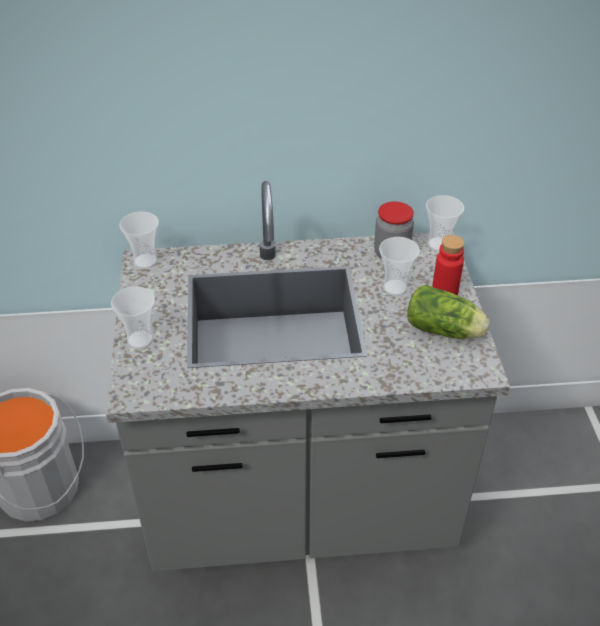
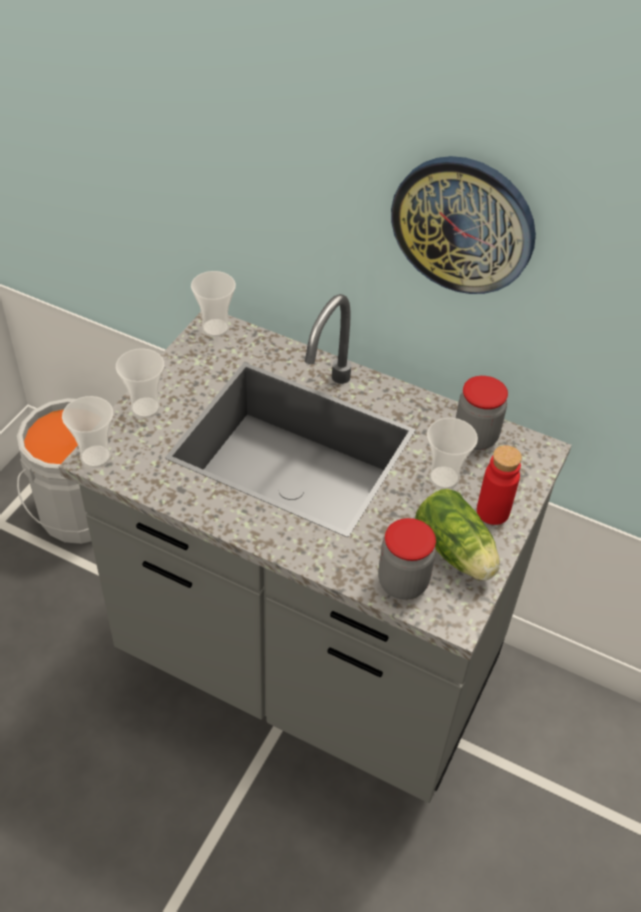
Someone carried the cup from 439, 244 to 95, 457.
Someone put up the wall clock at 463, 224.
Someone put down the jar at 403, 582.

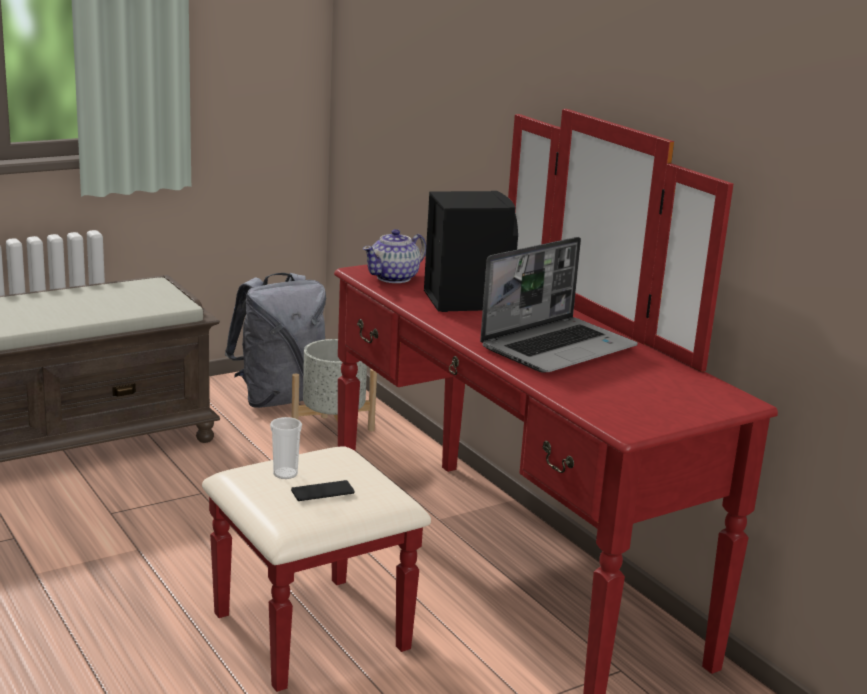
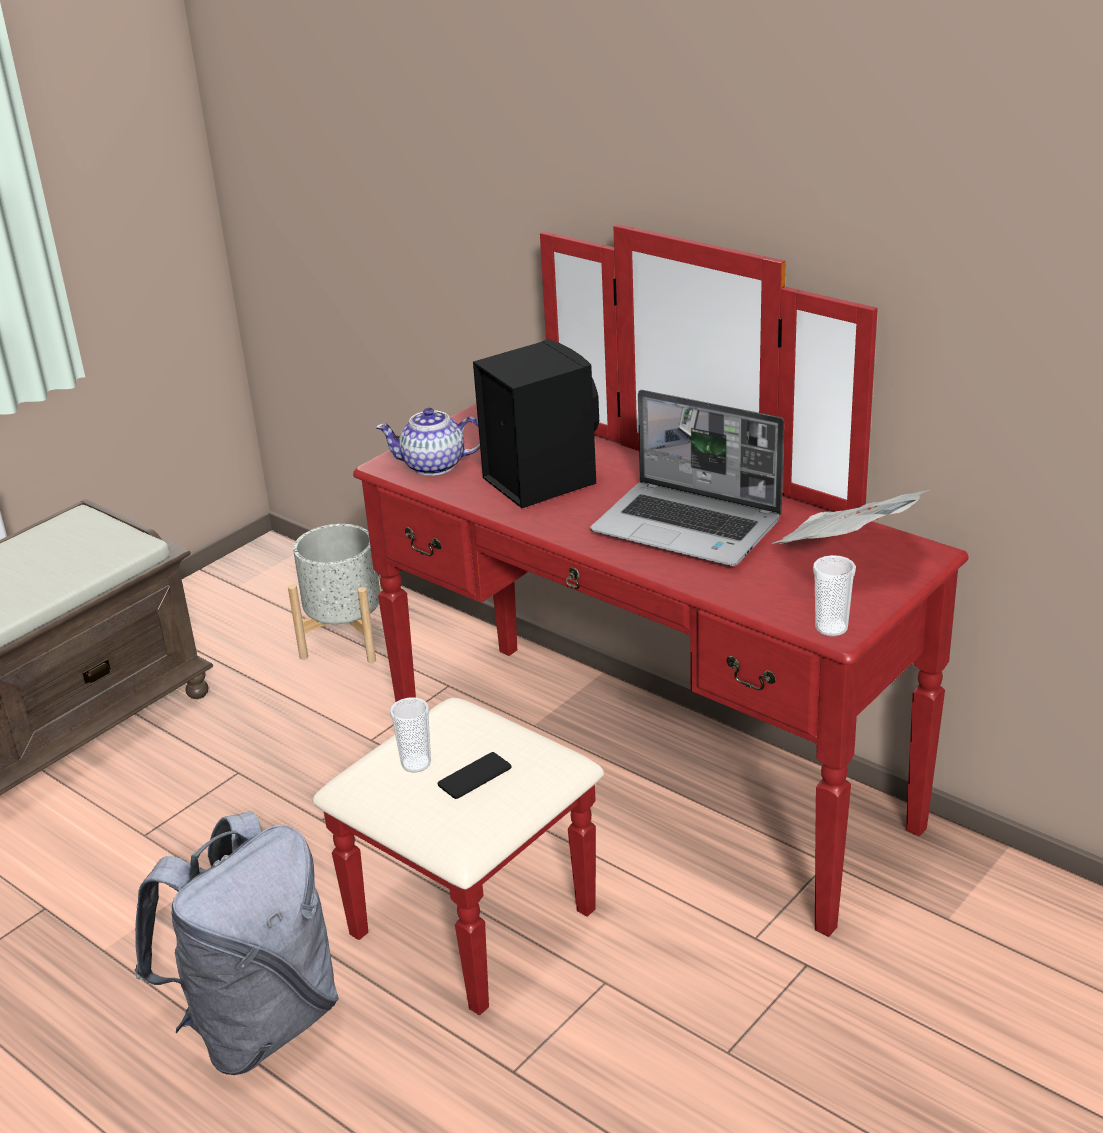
Someone rotated the teapot at 394, 278 by 60 degrees clockwise.
Someone rotated the laptop at 558, 347 by 90 degrees clockwise.
Someone carried the backpack (grey) from 279, 399 to 258, 1023.
Someone put down the newspaper at 846, 552.
Someone put down the cup at 831, 628.

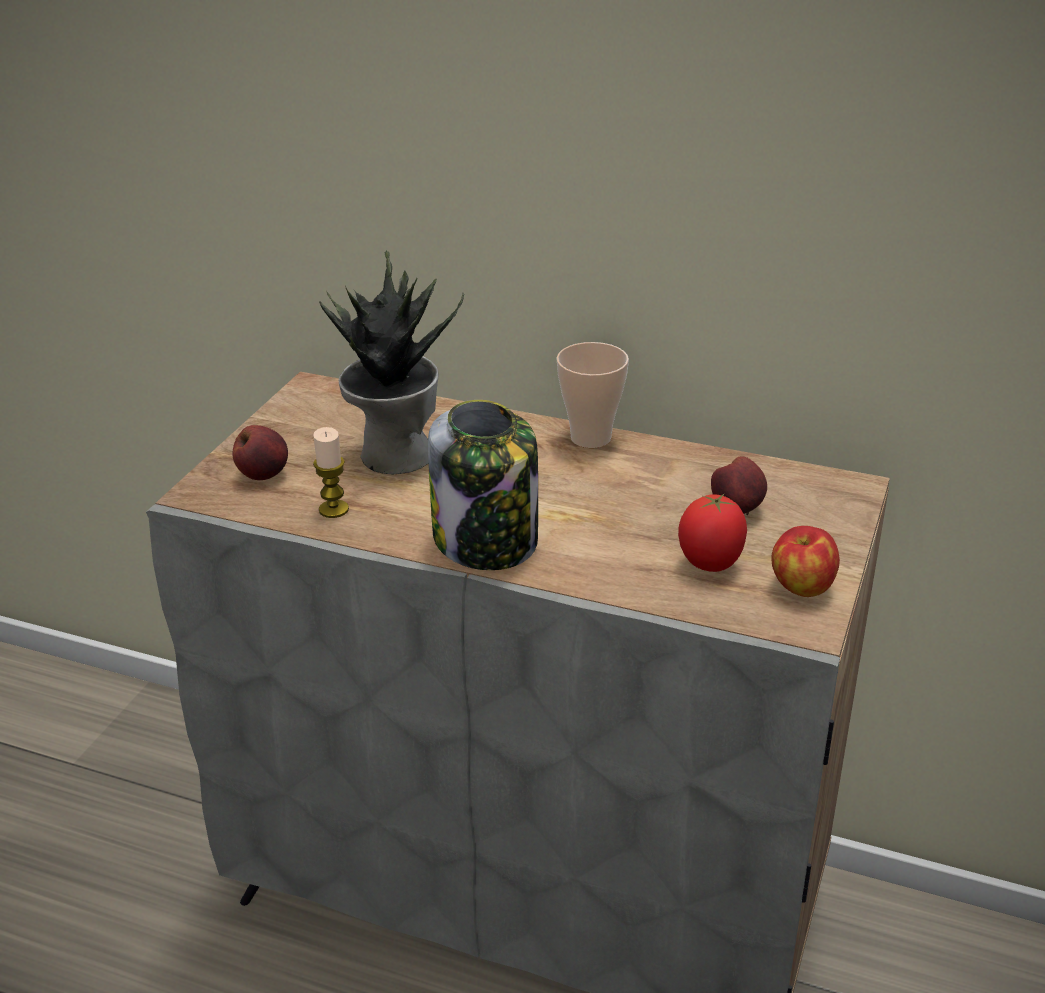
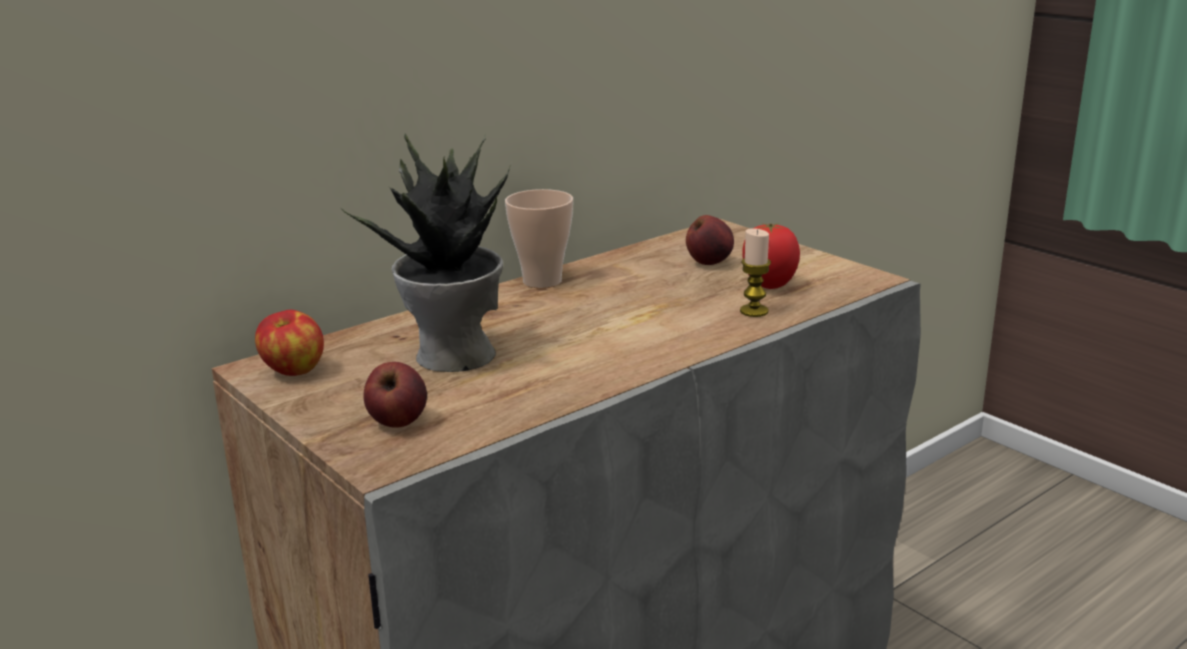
Someone took away the jar at 487, 541.
Someone carried the candle from 333, 509 to 754, 311.
Someone carried the apple from 801, 587 to 293, 371.

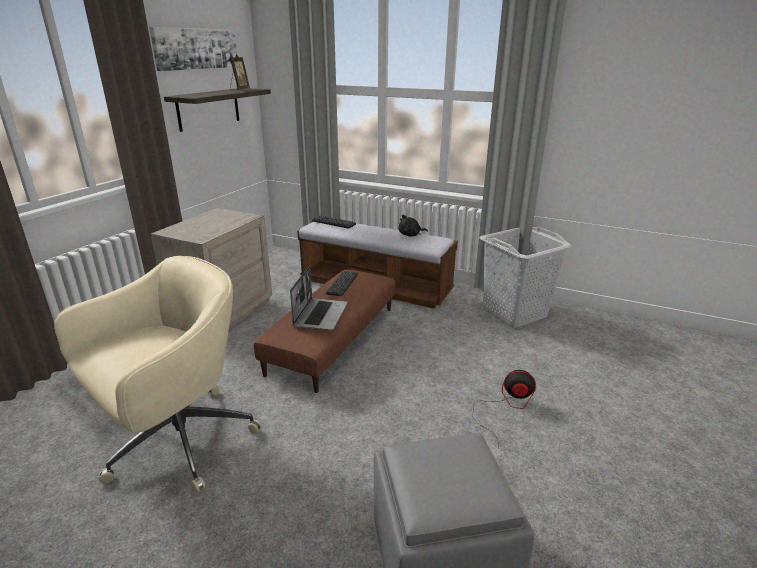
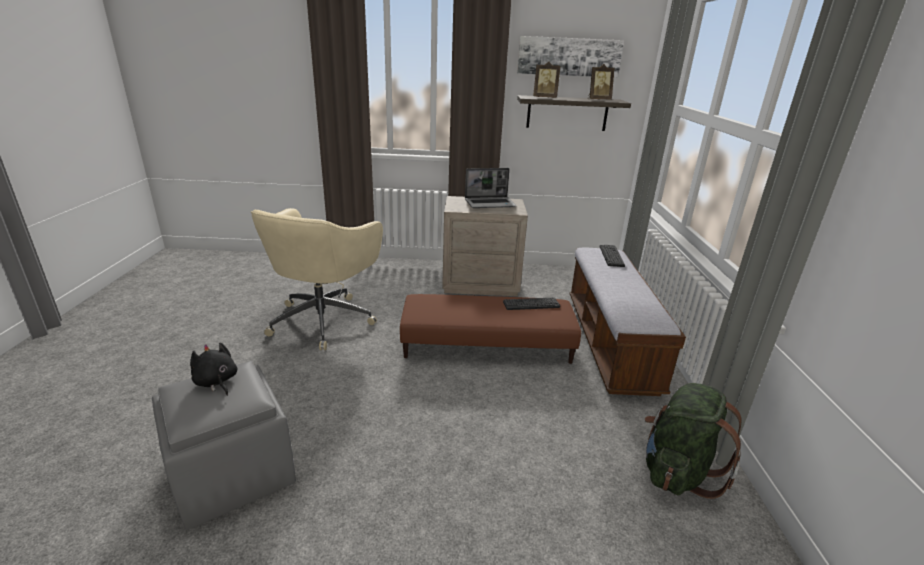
Someone carried the plush toy (black) from 410, 235 to 216, 382.
Someone swapped the laundry basket (grey) at 515, 313 for the backpack (green) at 677, 471.
Someone rotated the office chair (beige) at 177, 441 by 90 degrees clockwise.
Someone carried the laptop from 320, 315 to 490, 203.
Someone took away the fan at 505, 407.
Someone put down the picture frame at 545, 97.

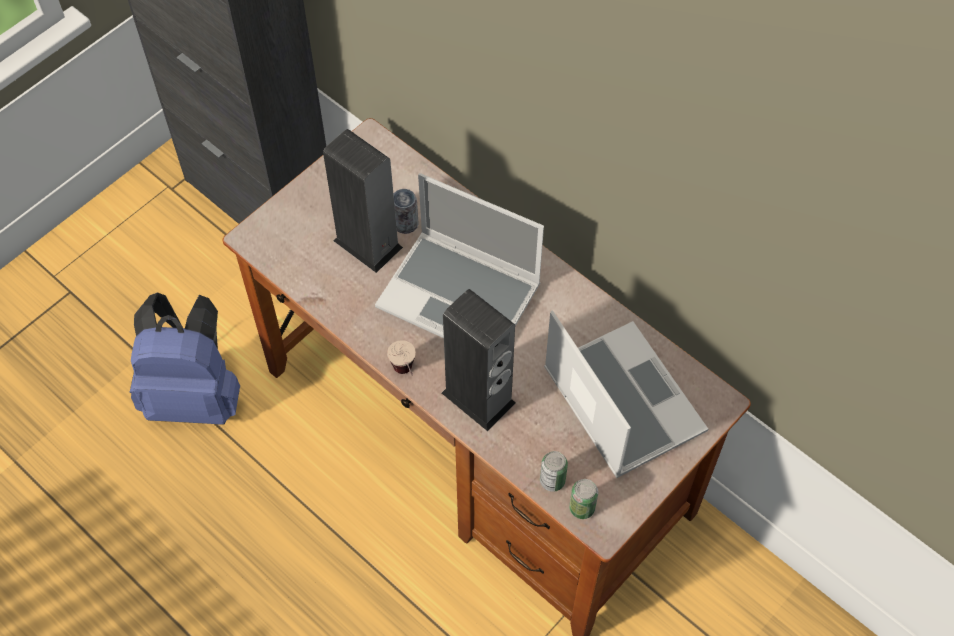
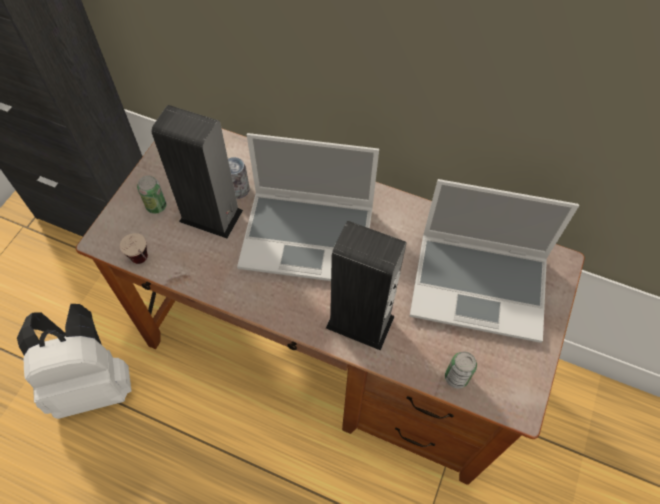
Someone repainted the backpack (blue) at 195, 395, which became the backpack (white) at 93, 384.
Someone rotated the laptop at 620, 400 by 150 degrees clockwise.
Someone carried the cup from 406, 375 to 144, 264.
Someone carried the can from 582, 508 to 156, 206.

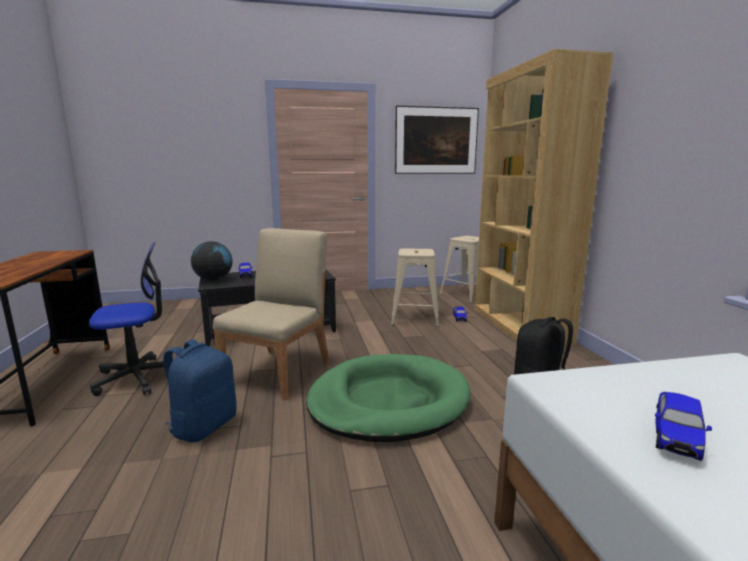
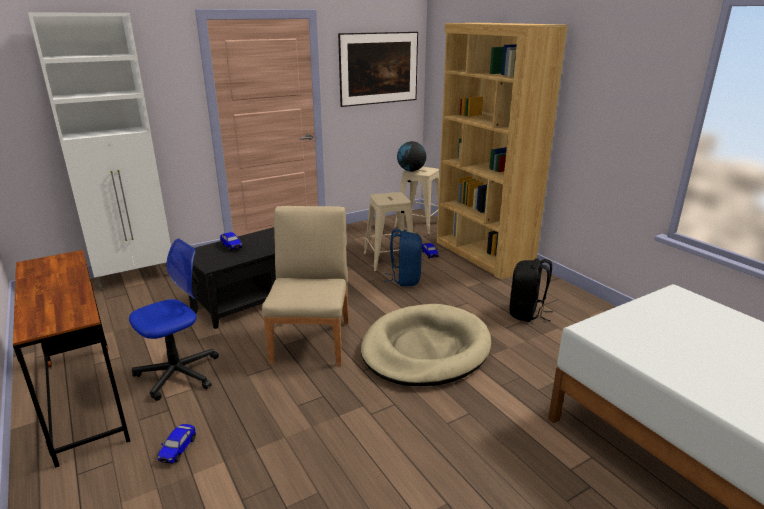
Someone carried the globe from 213, 280 to 411, 170.
Someone carried the backpack (blue) from 204, 426 to 405, 279.
Someone repainted the dog bed (green) at 388, 402, which became the dog bed (beige) at 425, 349.
Someone carried the toy car from 676, 438 to 178, 450.
Someone put down the cabinet (white) at 136, 277.

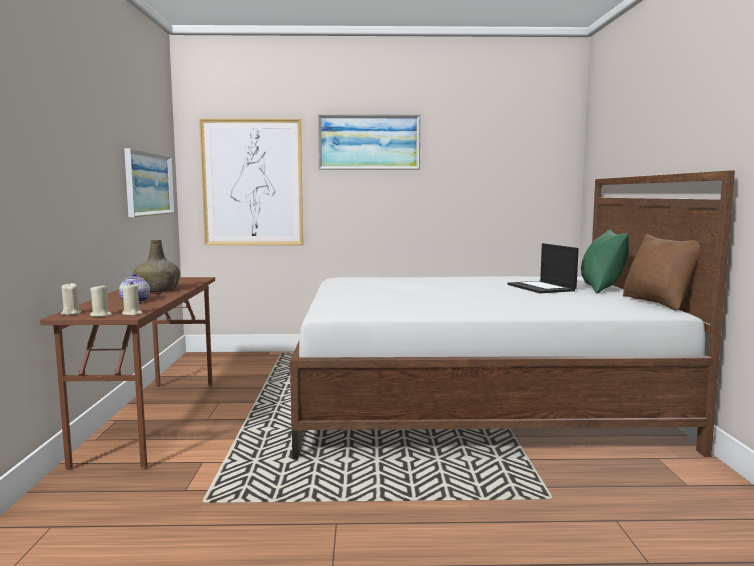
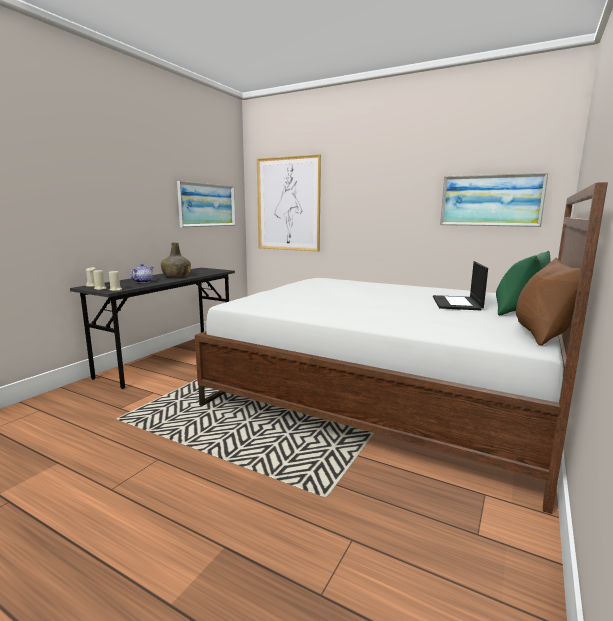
Someone carried the picture from 369, 142 to 490, 200.
Someone repainted the desk (brown) at 151, 420, which became the desk (grey) at 169, 359.

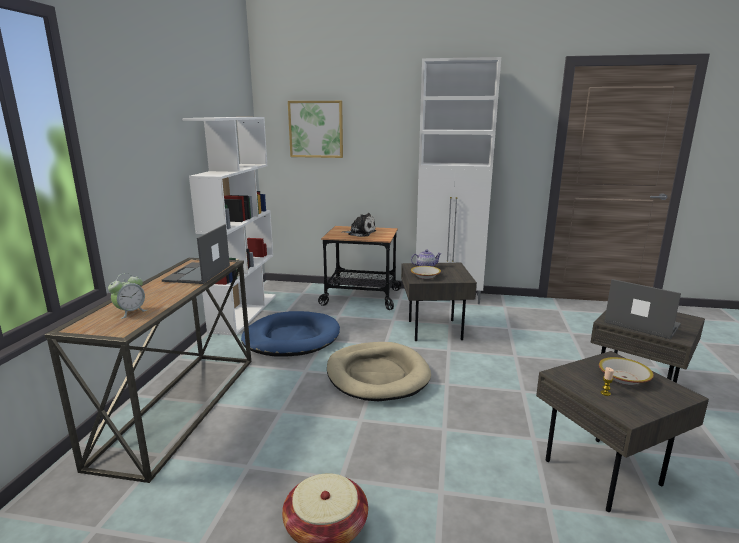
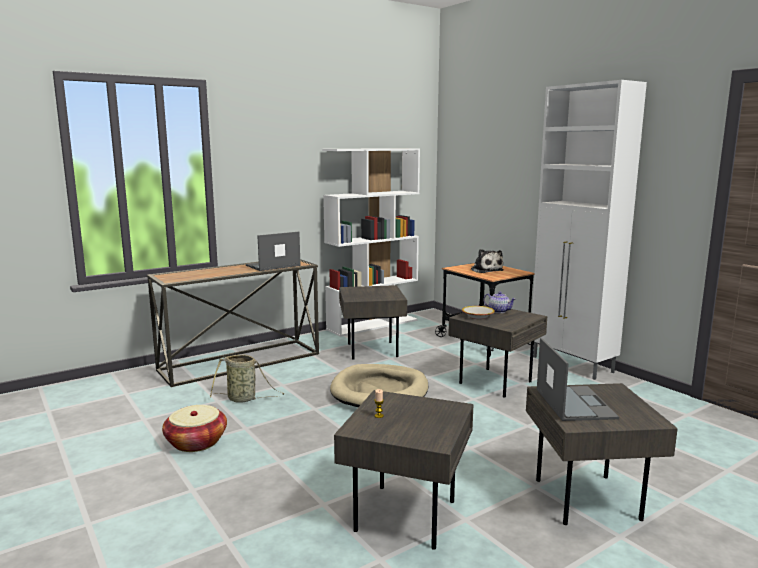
Someone took away the picture at 316, 129.
Someone took away the alarm clock at 130, 312.
Someone swapped the dog bed (blue) at 291, 338 for the side table (grey) at 370, 350.
Someone took away the bowl at 624, 378.
Someone put down the basket at 244, 399.

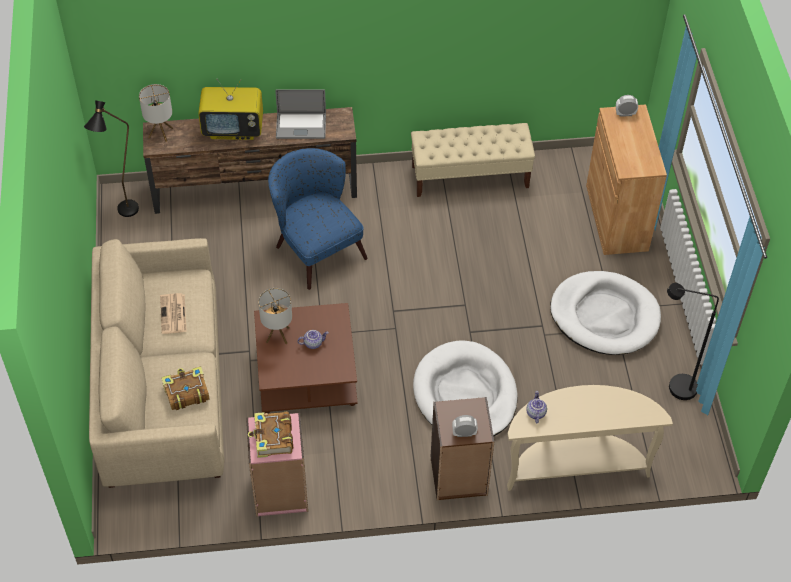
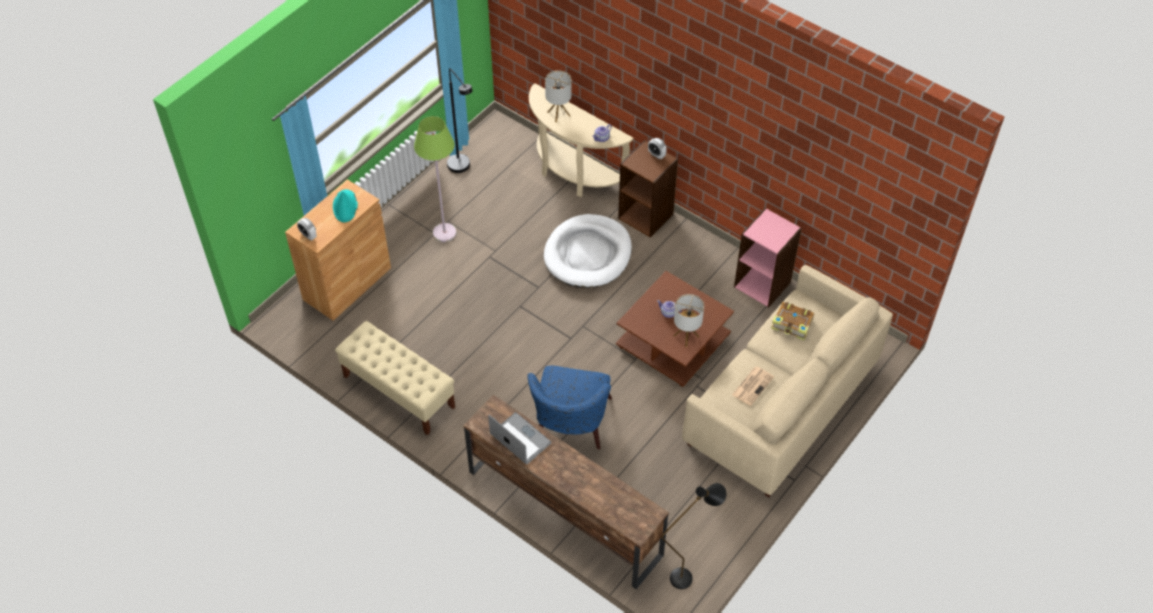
Someone took away the television at 234, 129.
Someone carried the table lamp from 160, 133 to 558, 114.
Someone swapped the dog bed (white) at 604, 316 for the floor lamp (green) at 444, 233.
Someone took away the book at 272, 438.
Someone put down the hat (turquoise) at 345, 206.

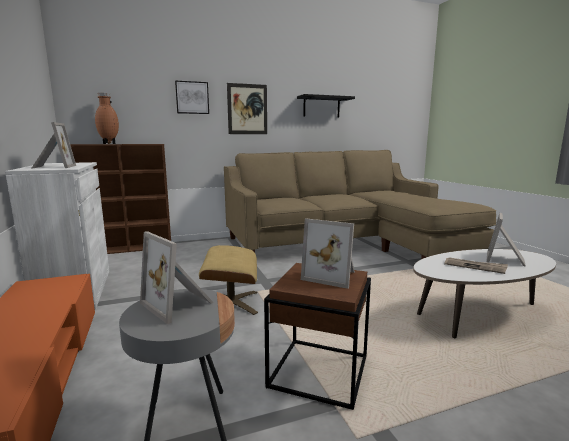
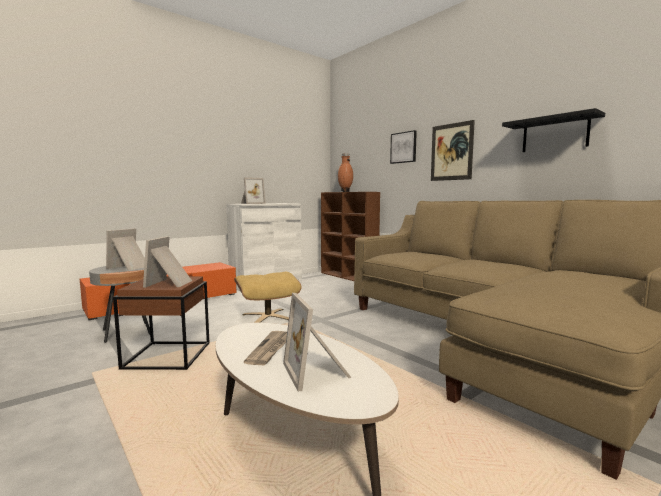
Someone rotated the picture frame at 506, 259 by 120 degrees counterclockwise.

